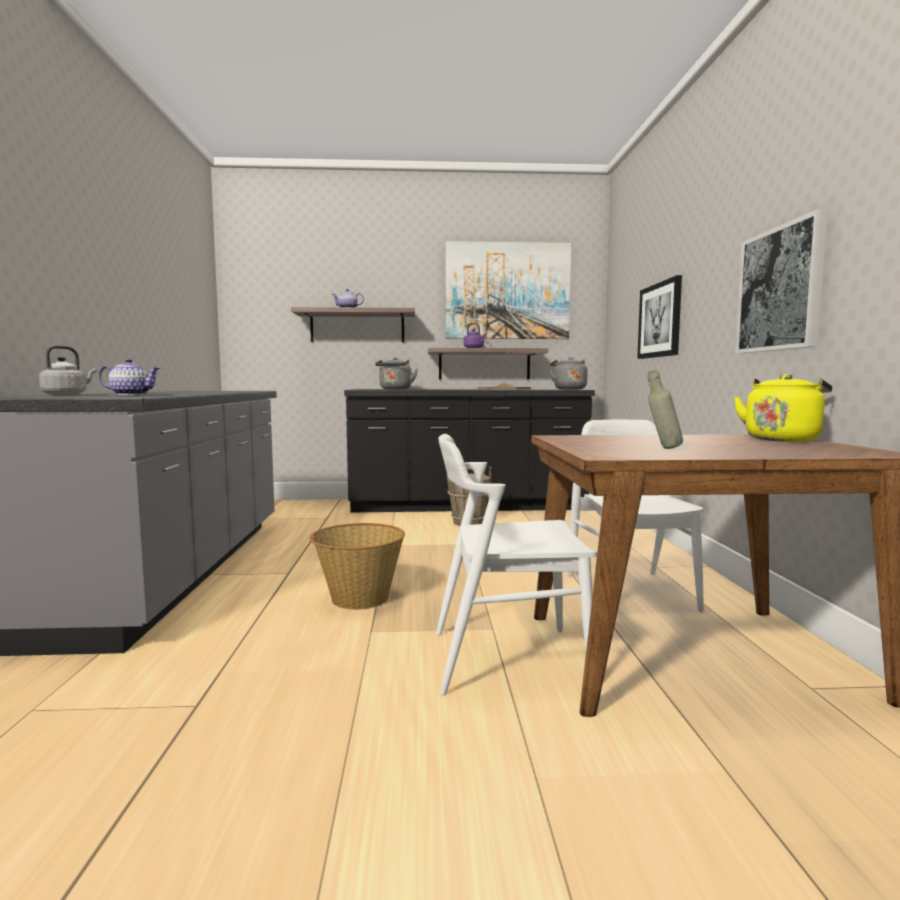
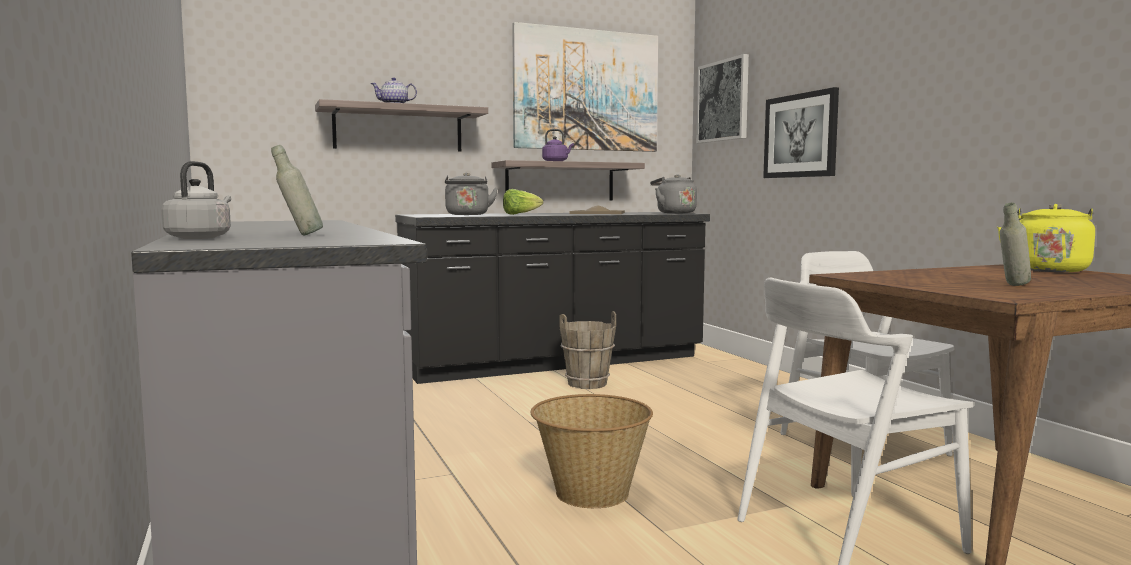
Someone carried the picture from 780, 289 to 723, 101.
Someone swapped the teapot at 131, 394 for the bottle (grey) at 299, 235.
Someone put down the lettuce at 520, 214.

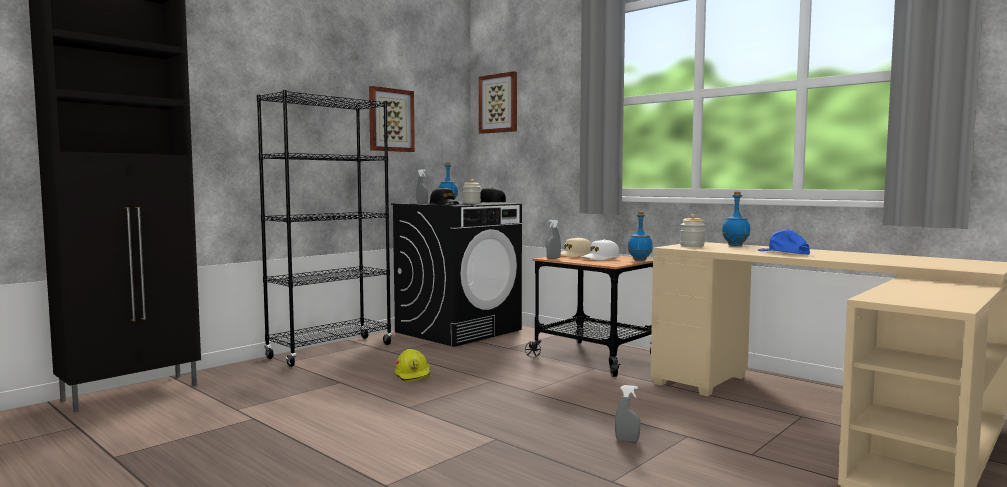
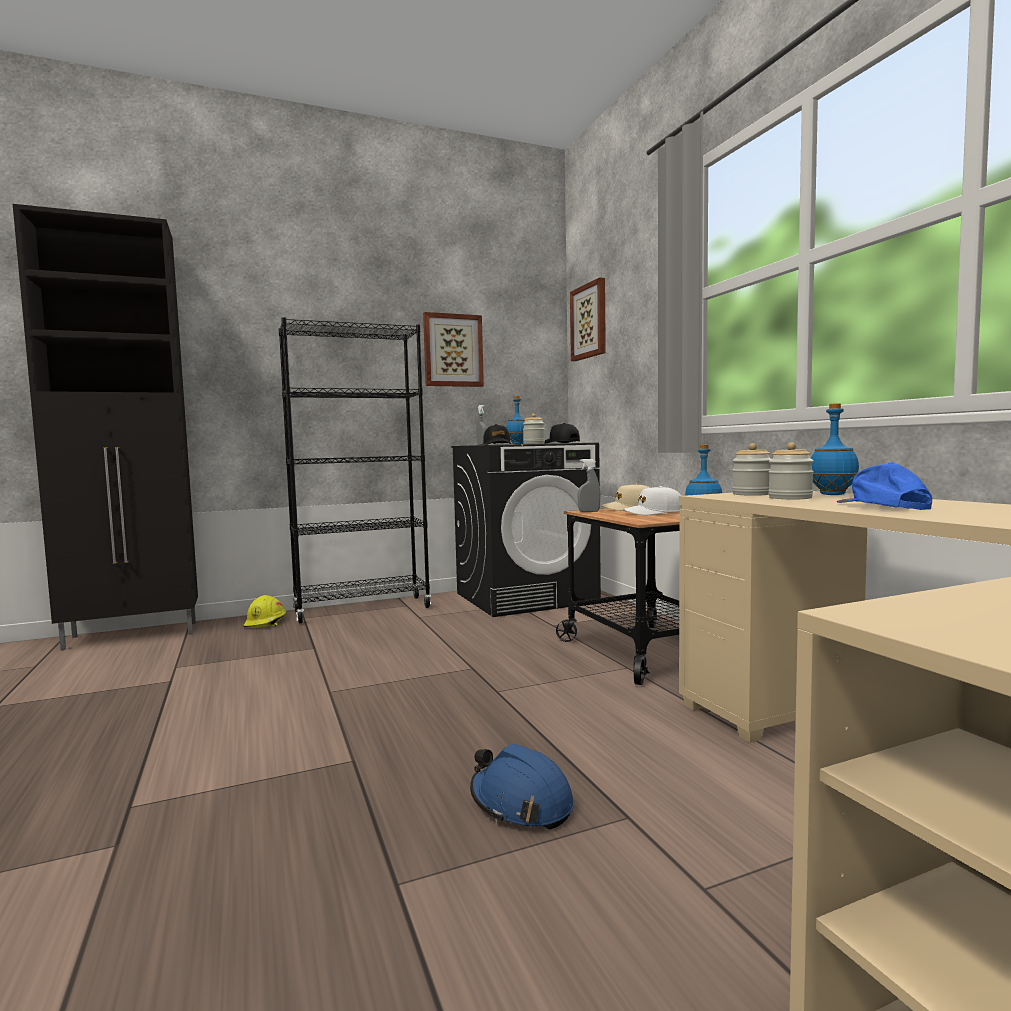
Someone carried the hard hat (yellow) from 413, 375 to 266, 623.
Someone swapped the spray bottle (grey) at 627, 440 for the hard hat (blue) at 521, 803.
Someone put down the jar at 790, 498.

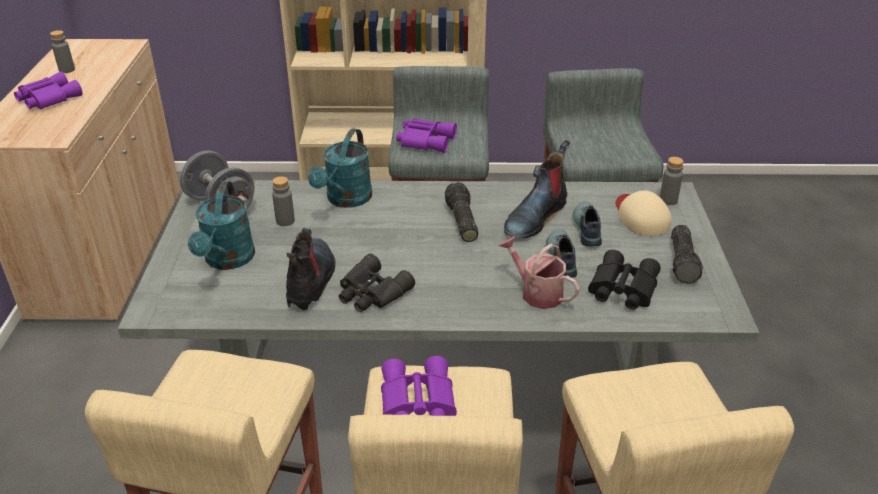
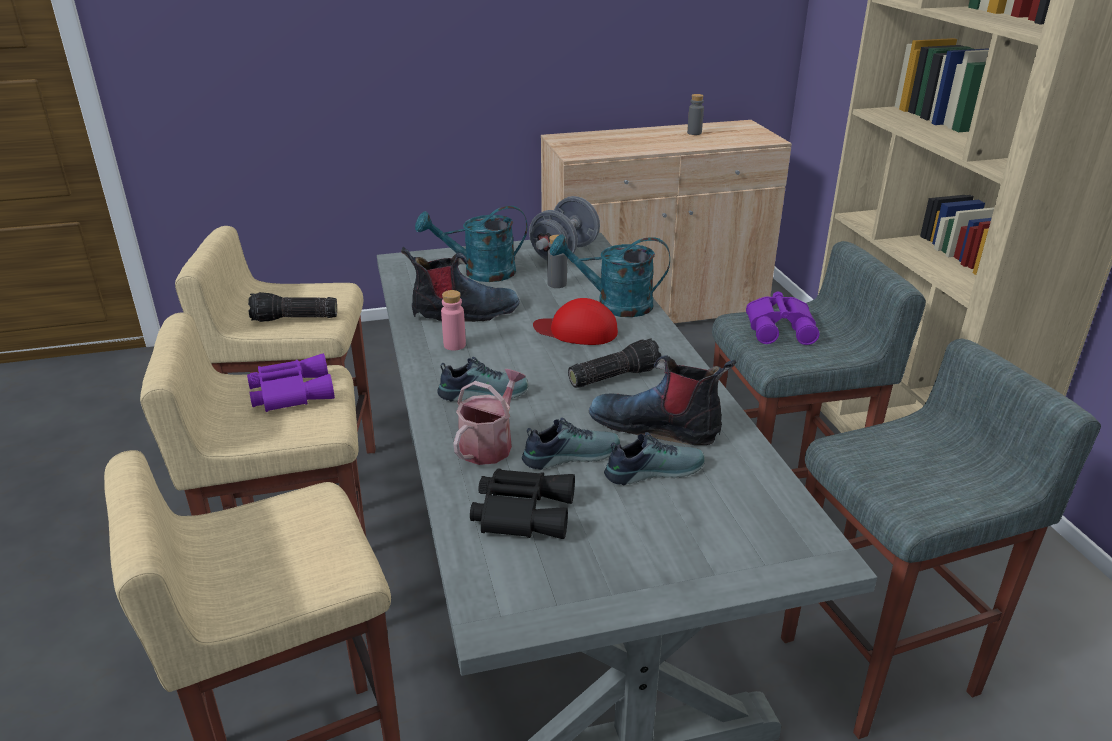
Someone took away the binoculars (purple) at 47, 98.
Someone took away the bottle (grey) at 668, 200.
Someone took away the cap (beige) at 640, 216.
Someone carried the flashlight from 684, 262 to 294, 319.
Someone swapped the binoculars (black) at 371, 293 for the bottle (pink) at 454, 345.
Someone put down the cap (red) at 576, 331.
Someone put down the shoe at 483, 392.

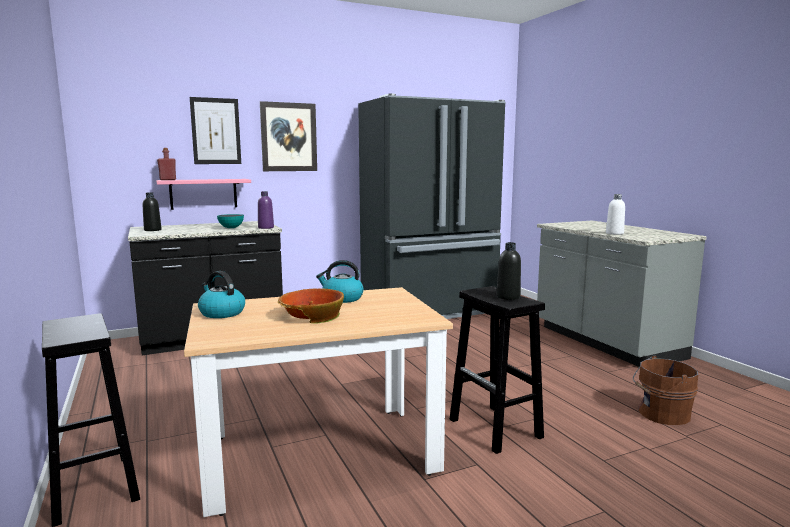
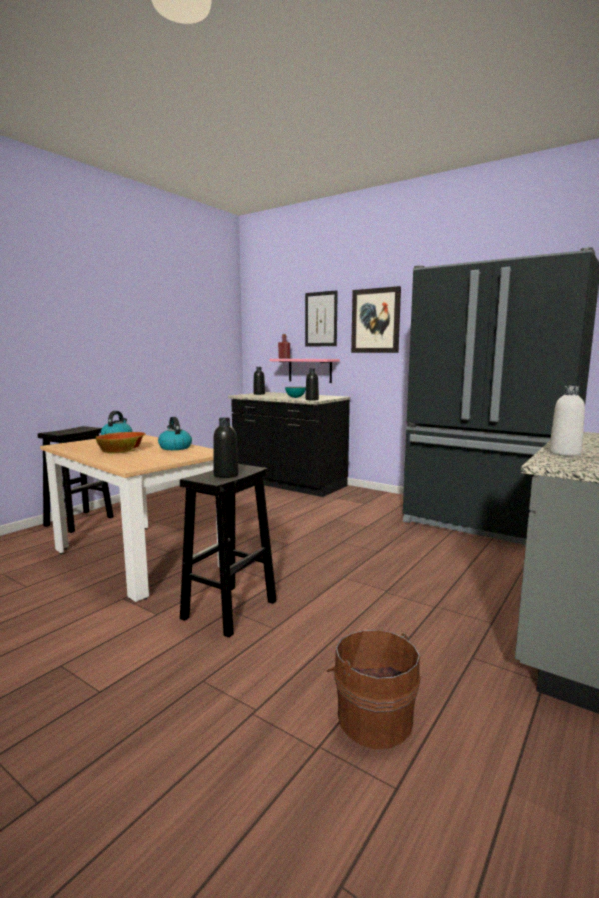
Someone repainted the bottle (purple) at 266, 227, which became the bottle (black) at 312, 400.

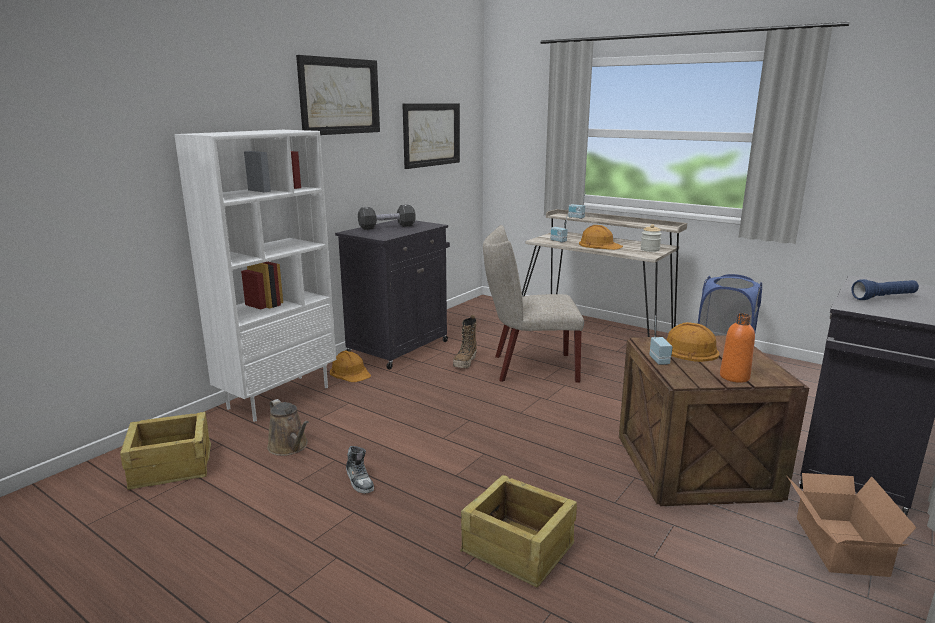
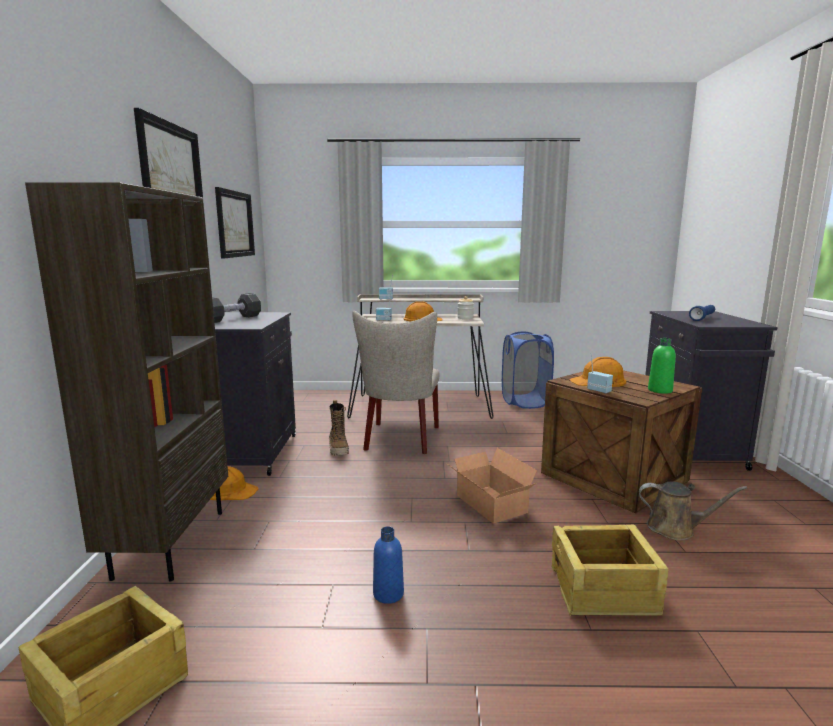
Someone repainted the bookcase (white) at 279, 397, which became the bookcase (brown) at 170, 542.
Someone rotated the chair (beige) at 529, 368 by 45 degrees counterclockwise.
Someone repainted the bottle (orange) at 734, 377, which became the bottle (green) at 660, 390.
Someone carried the watering can (brown) from 289, 447 to 675, 529.
Someone swapped the shoe at 359, 480 for the bottle (blue) at 388, 594.
Someone carried the cardboard box from 837, 547 to 490, 505.

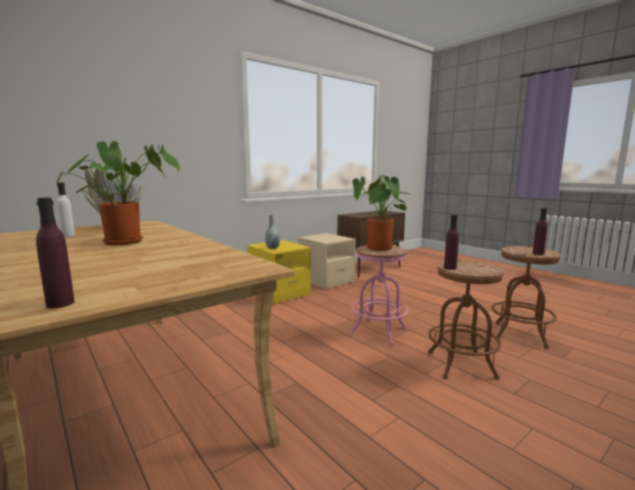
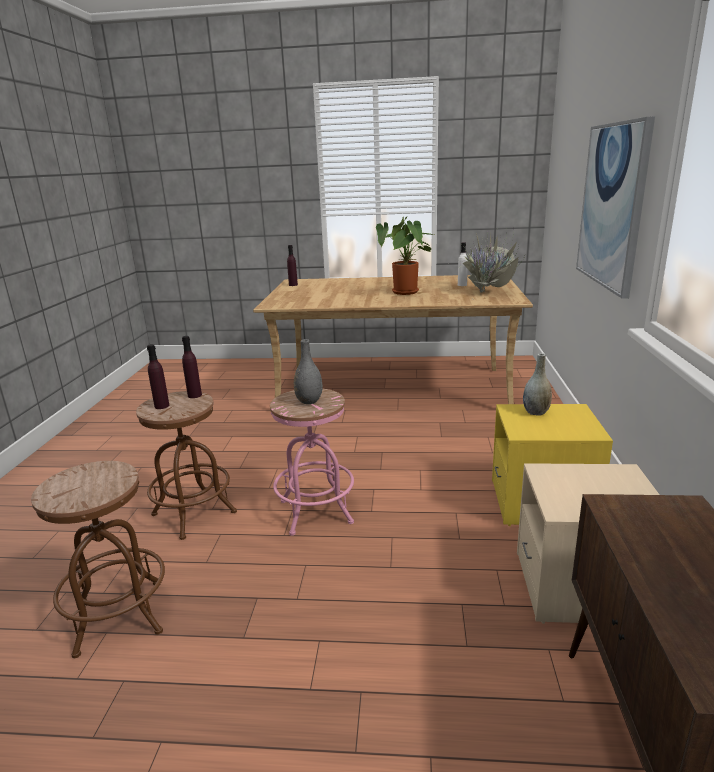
Someone swapped the potted plant at 380, 249 for the vase (grey) at 309, 401.
Someone carried the bottle (purple) from 538, 254 to 162, 406.
Someone put up the picture at 612, 206.

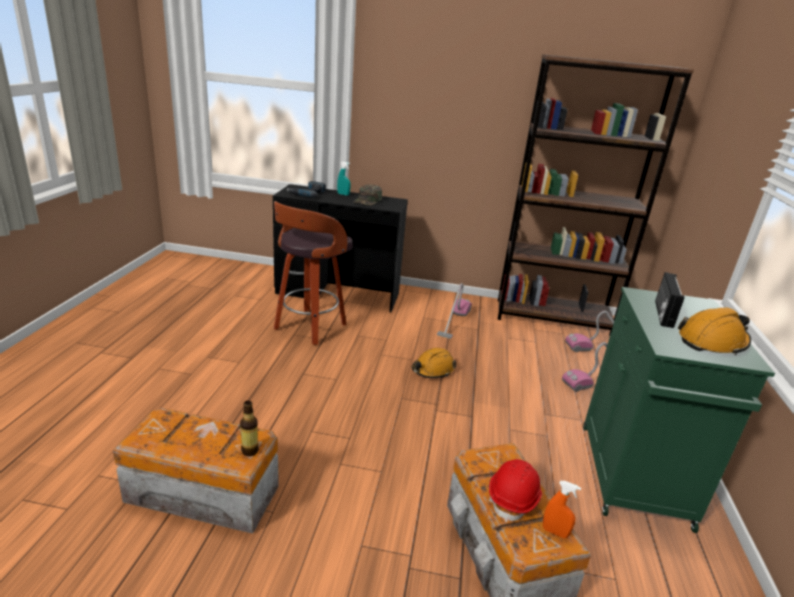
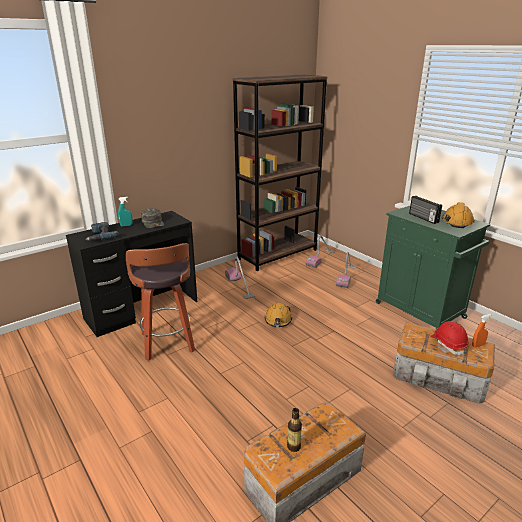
Someone carried the bottle from 250, 451 to 293, 446.

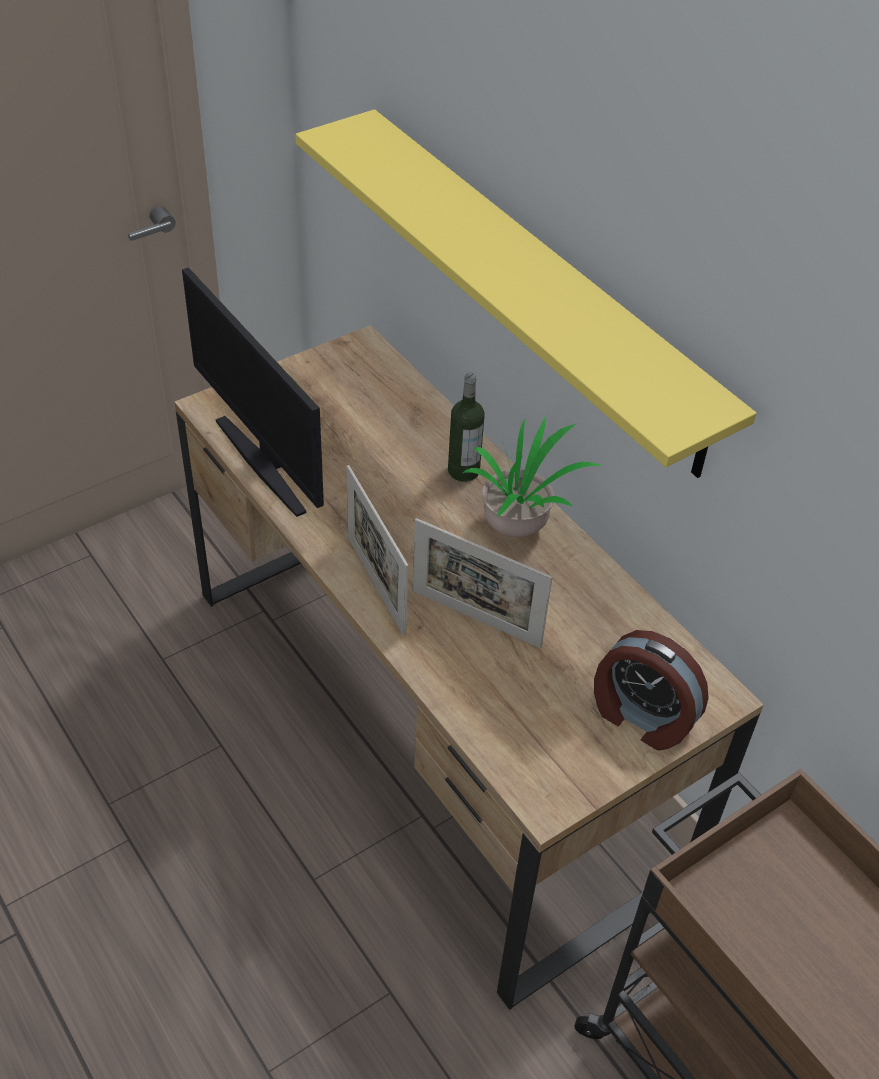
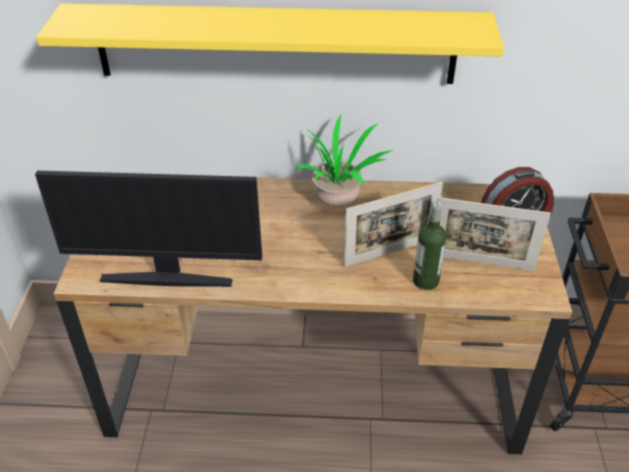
Someone carried the bottle from 463, 471 to 425, 281.
Someone carried the picture frame from 376, 585 to 481, 262.

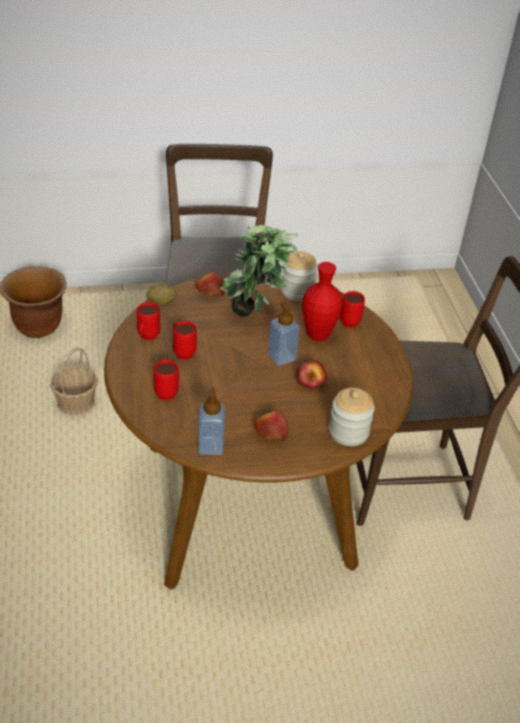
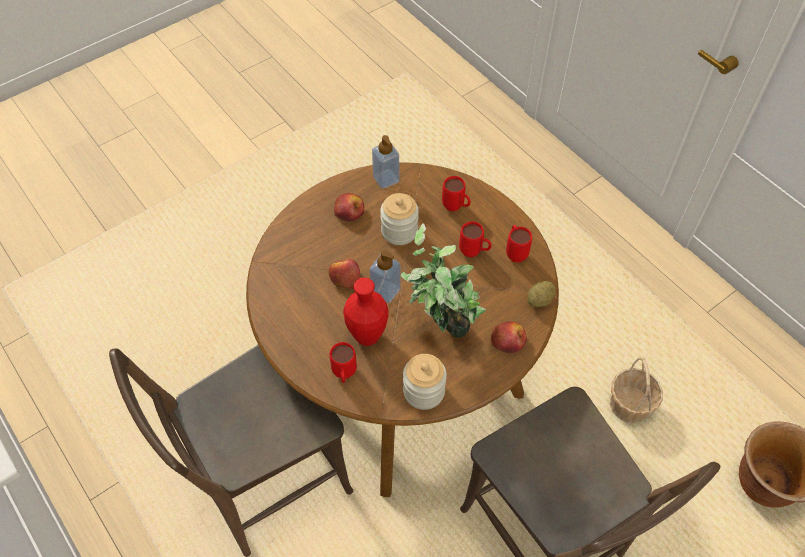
Someone carried the jar from 348, 432 to 399, 231.

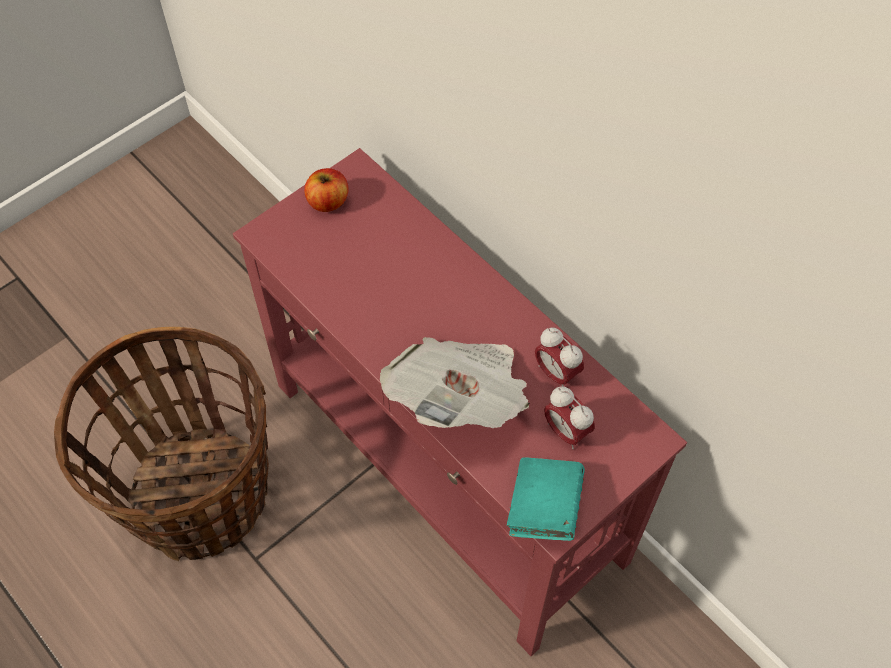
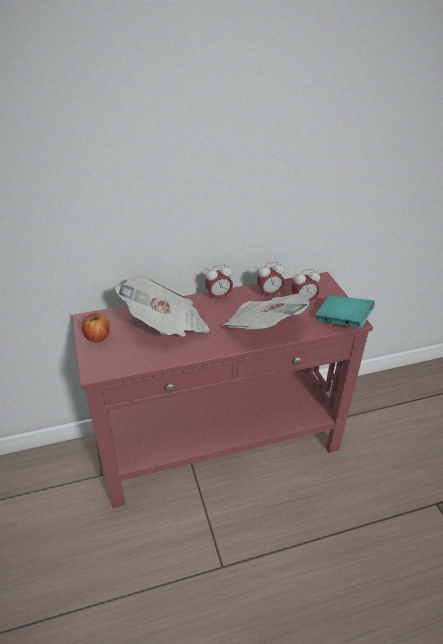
Someone took away the basket at 200, 497.
Someone put down the alarm clock at 219, 297.
Someone put down the newspaper at 166, 325.

